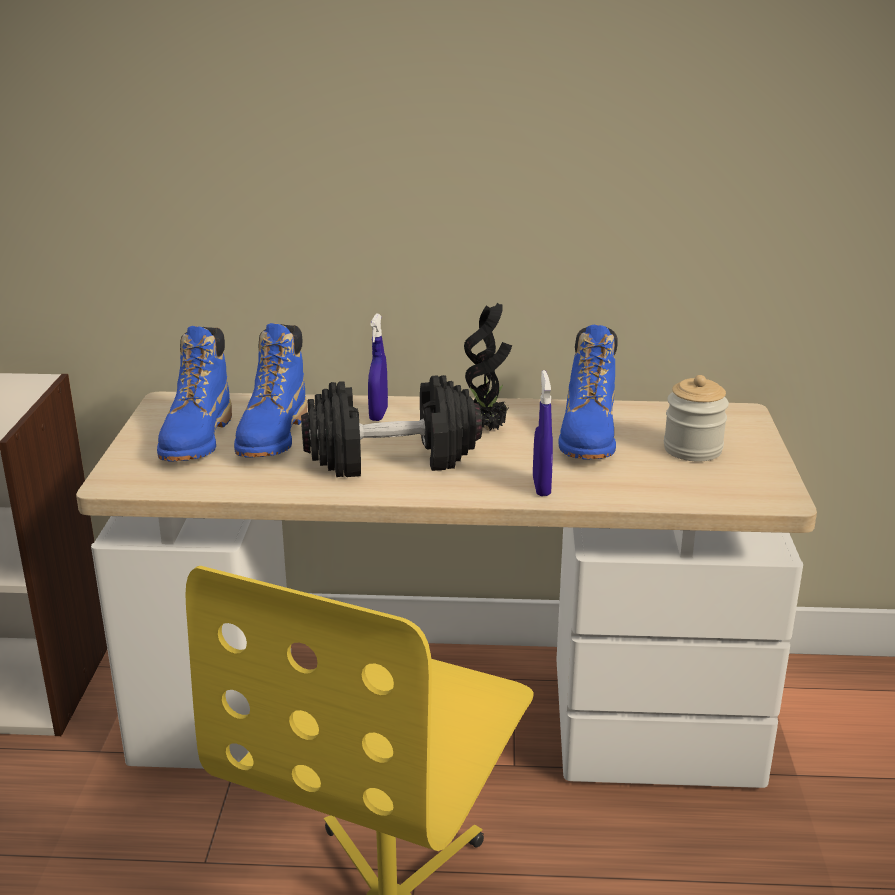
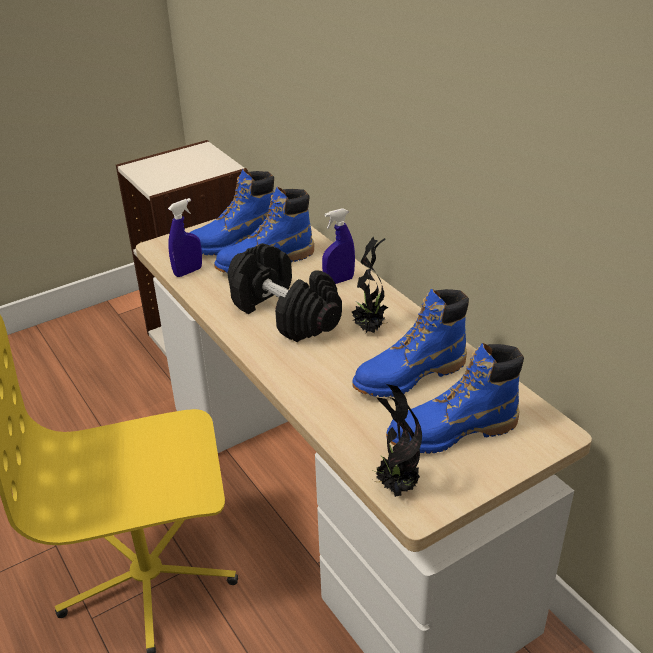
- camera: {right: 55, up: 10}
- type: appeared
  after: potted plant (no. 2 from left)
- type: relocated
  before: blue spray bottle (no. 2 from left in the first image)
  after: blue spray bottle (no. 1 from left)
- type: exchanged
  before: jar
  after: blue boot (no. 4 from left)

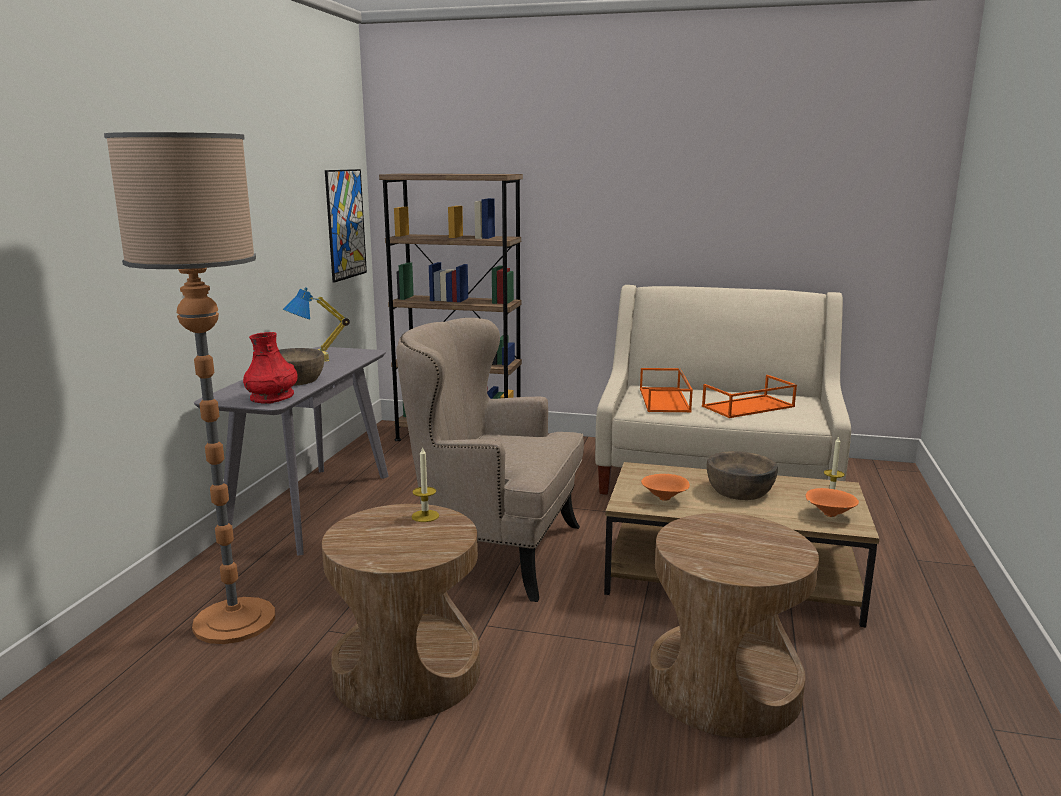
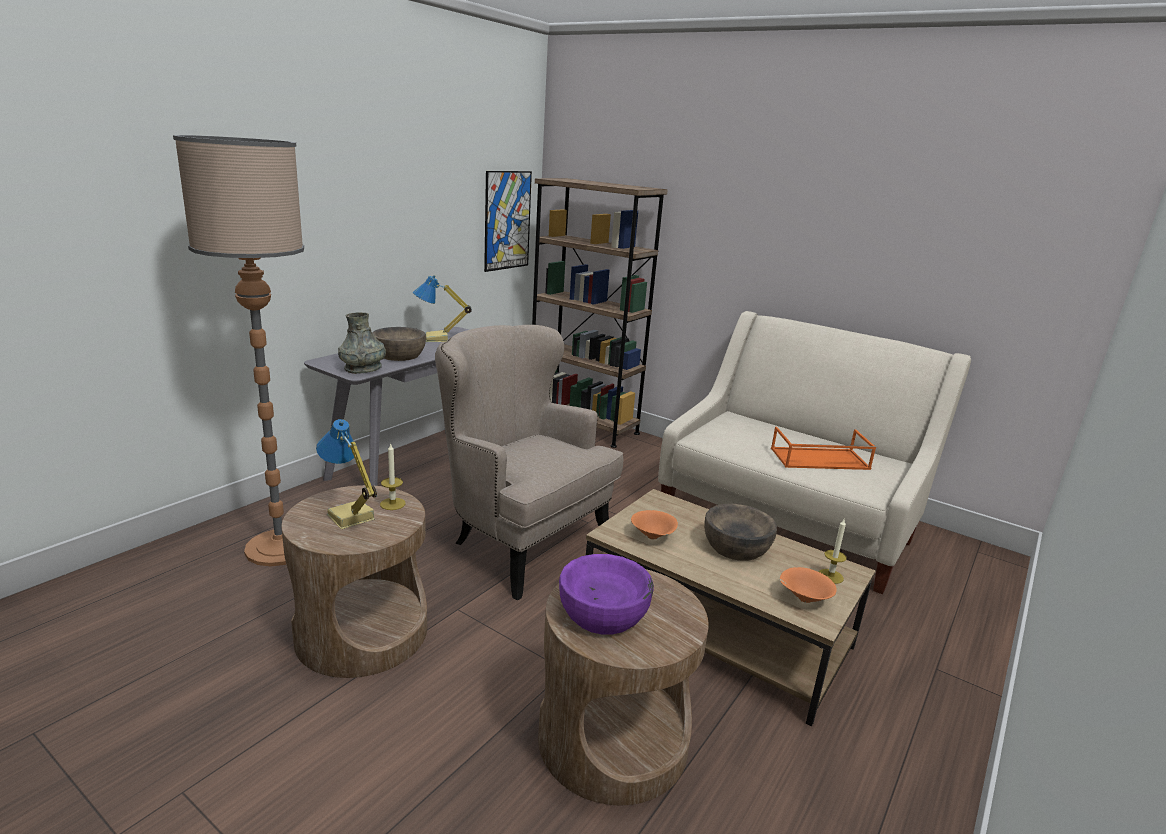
- camera: {right: 20, up: 5}
- type: missing
  before: orange tray (no. 1 from left)
- type: appeared
  after: table lamp (no. 1 from left)
- type: appeared
  after: purple bowl
- type: colour
  before: red vase
  after: grey vase

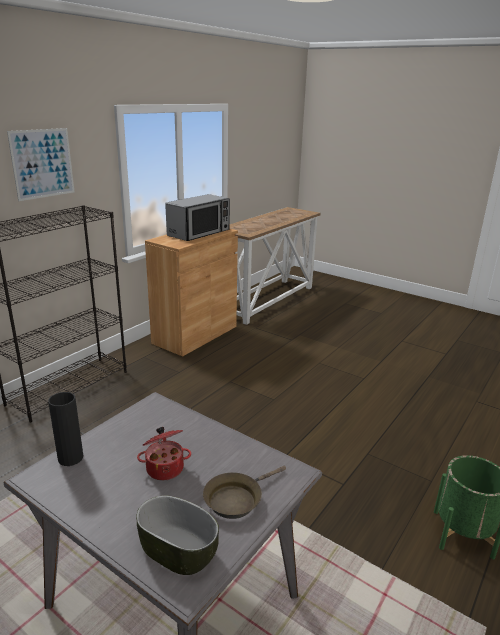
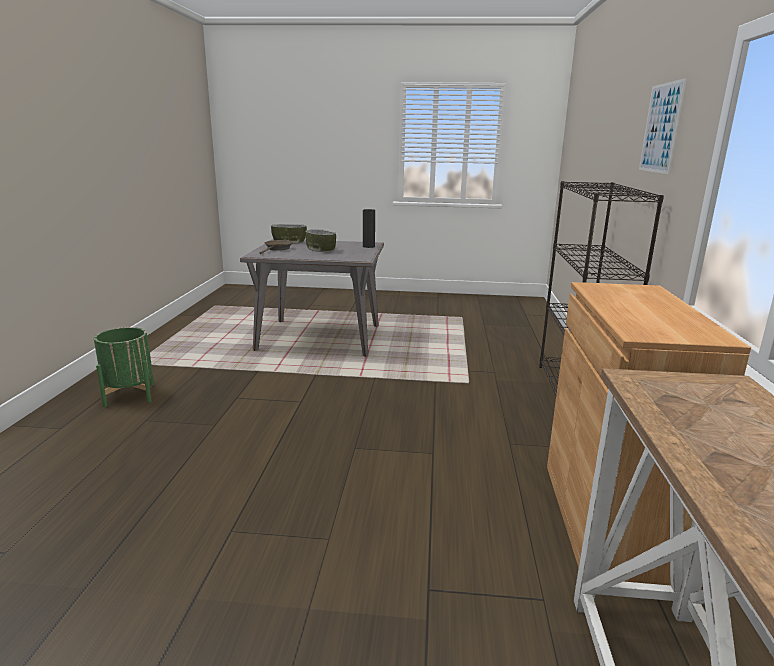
- camera: {right: 150, up: -5}
- type: missing
  before: microwave
- type: exchanged
  before: cooking pot
  after: bowl (no. 2 from left)

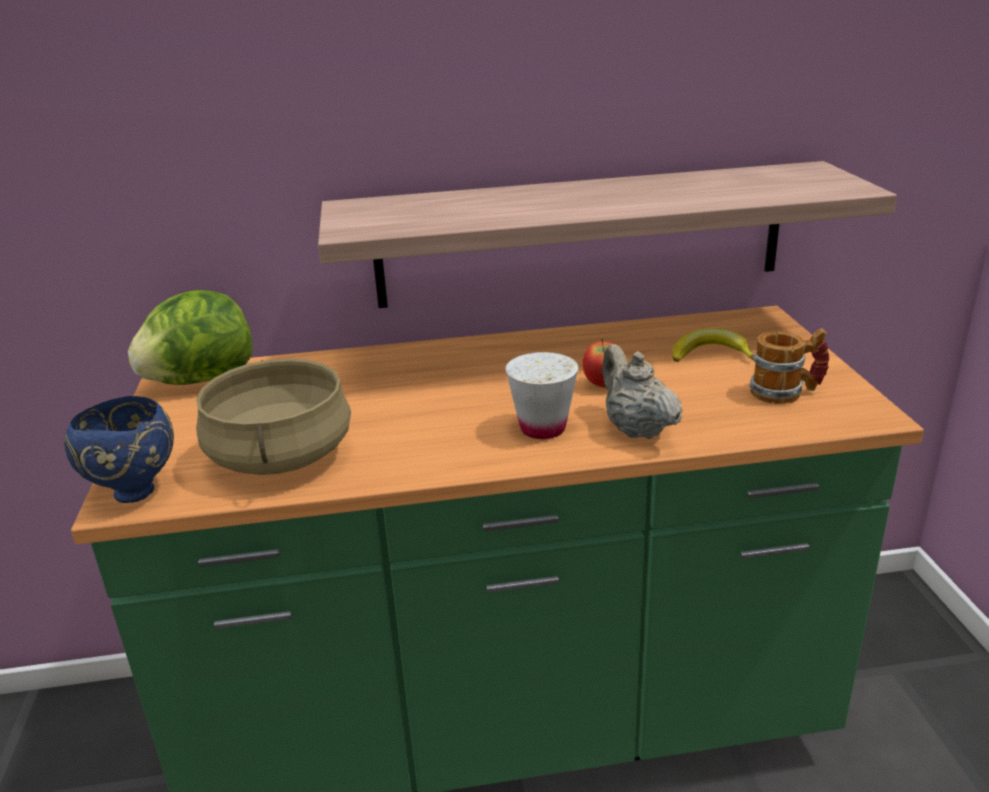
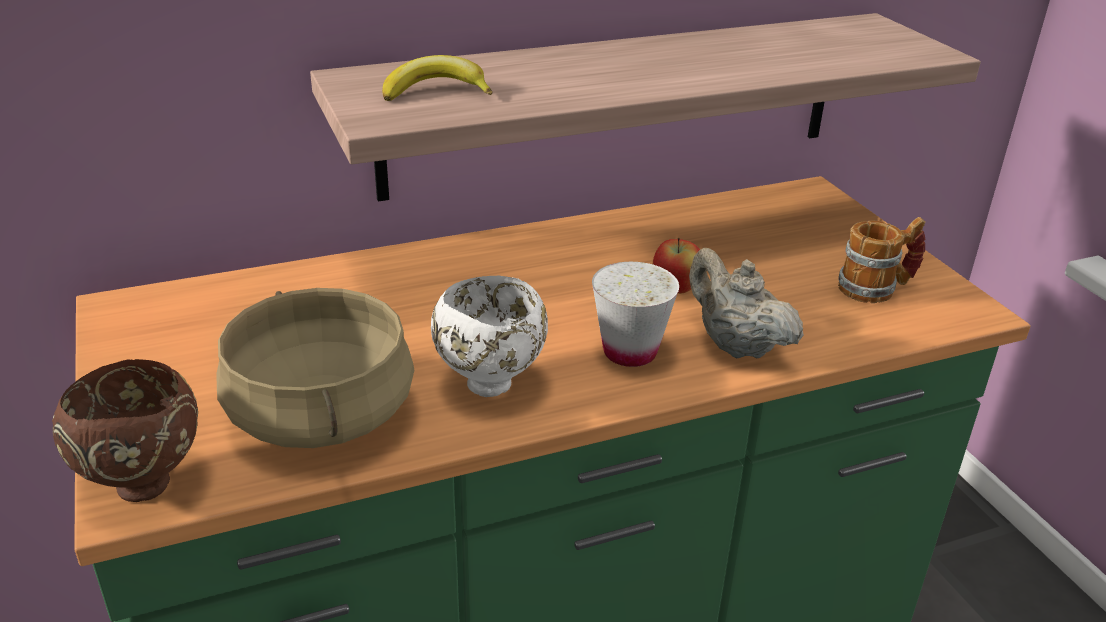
- camera: {right: -15, up: 5}
- type: missing
  before: lettuce
- type: appeared
  after: white bowl
- type: relocated
  before: banana
- type: colour
  before: blue bowl
  after: brown bowl

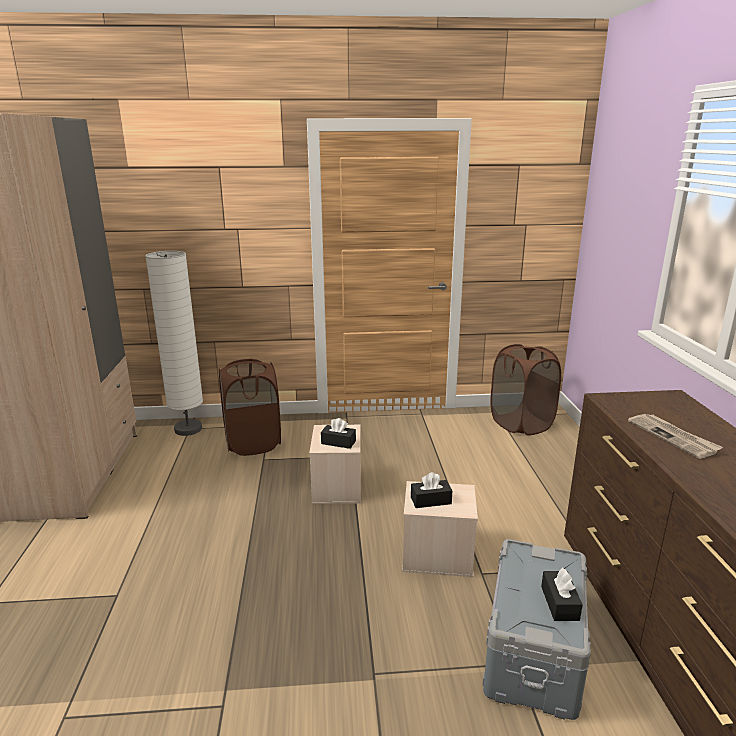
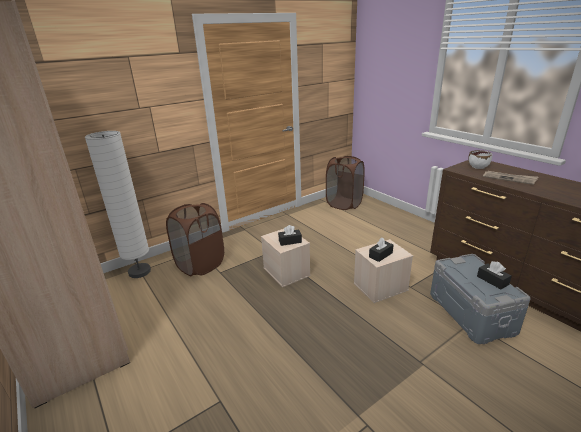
- camera: {right: -30, up: 5}
- type: appeared
  after: white bowl

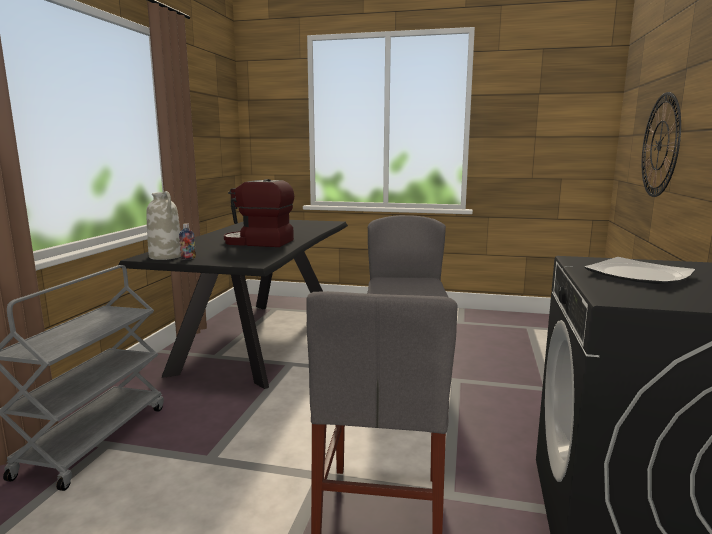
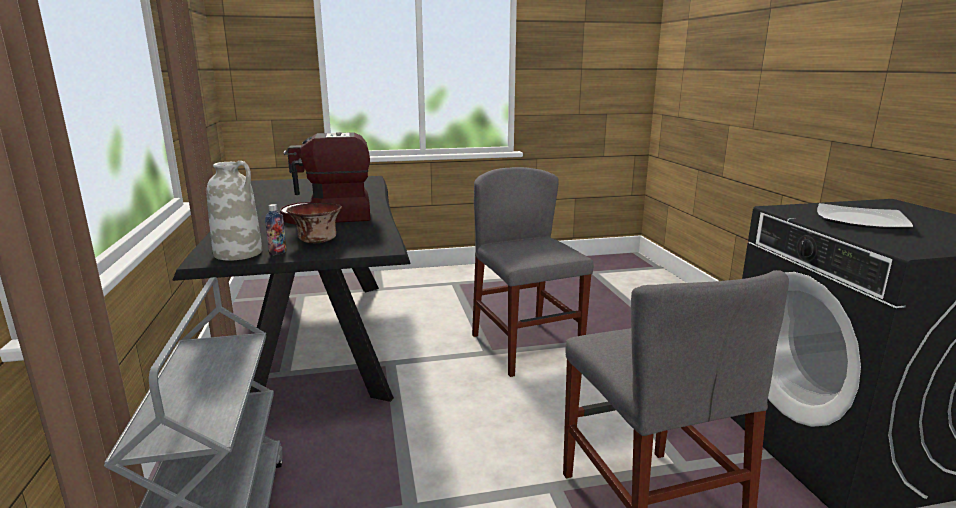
- camera: {right: -25, up: 5}
- type: missing
  before: wall clock
- type: appeared
  after: bowl

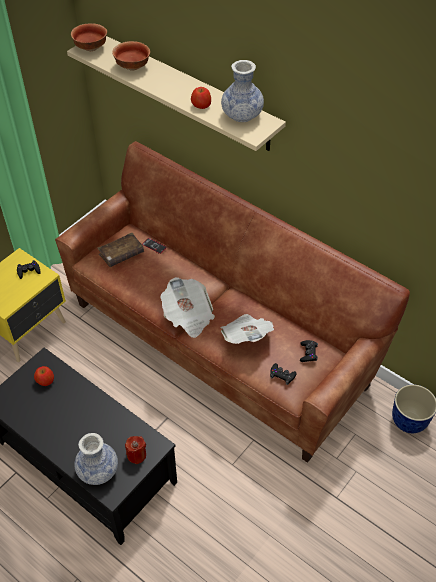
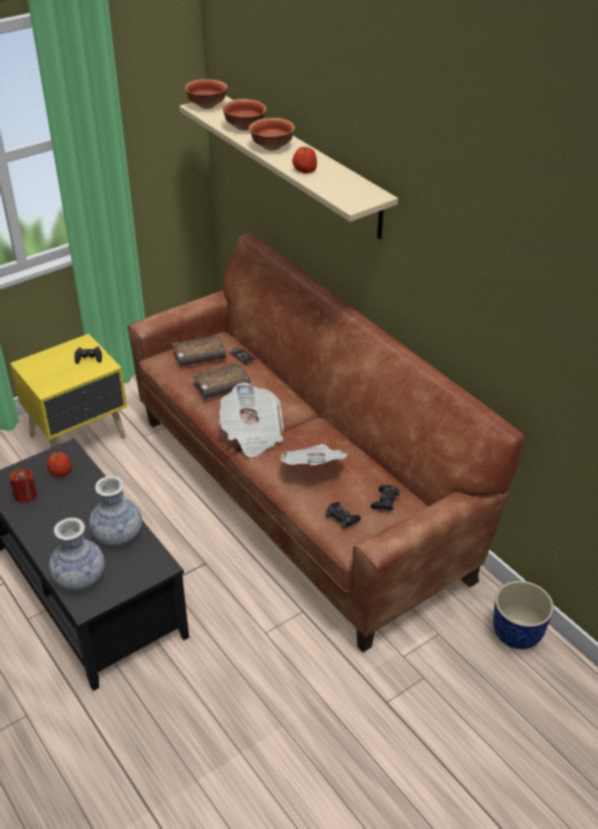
- camera: {right: 15, up: -10}
- type: appeared
  after: brown book (no. 2 from left)
- type: appeared
  after: bowl (no. 3 from left)
- type: relocated
  before: red candle
- type: relocated
  before: vase (no. 2 from left)

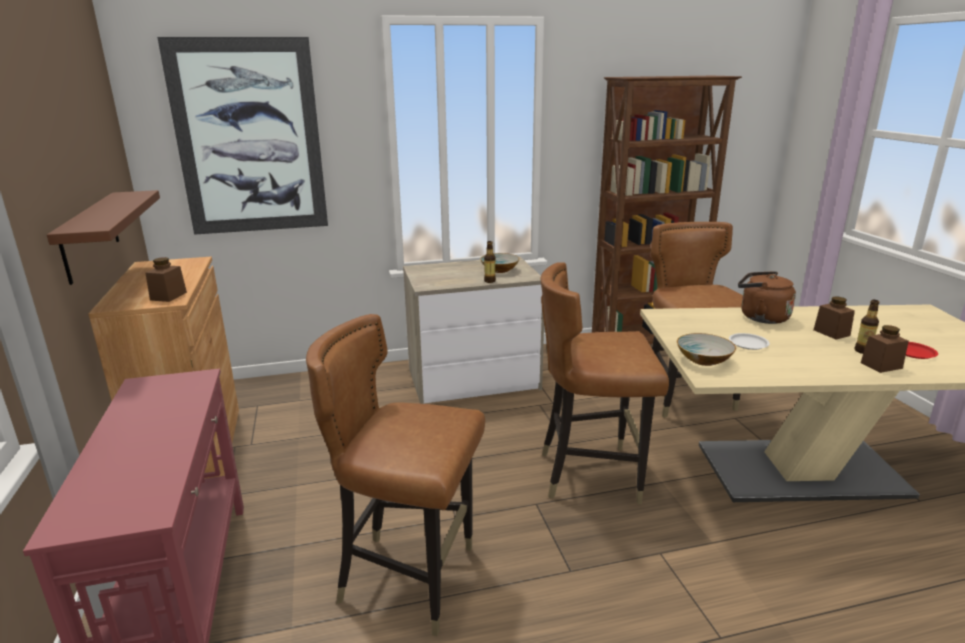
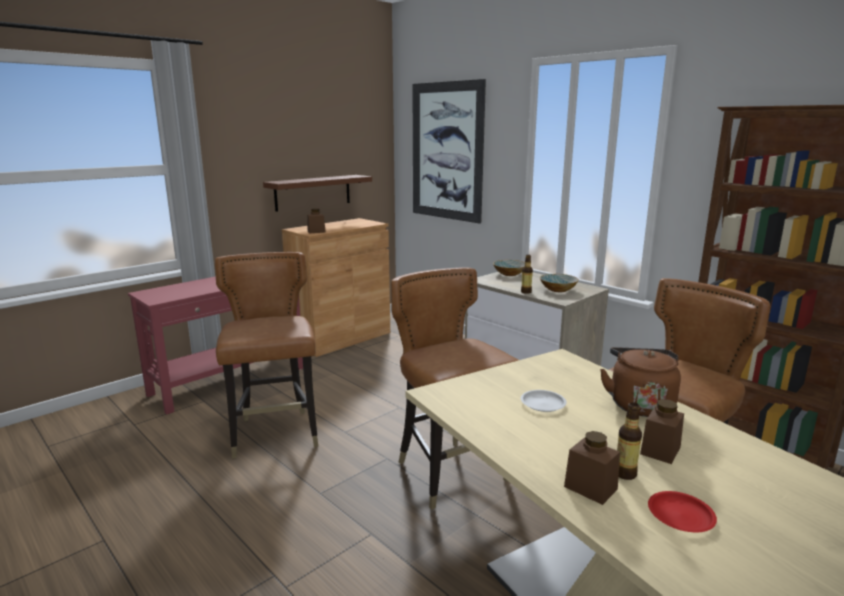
- camera: {right: 60, up: -5}
- type: relocated
  before: bowl (no. 2 from left in the first image)
  after: bowl (no. 1 from left)

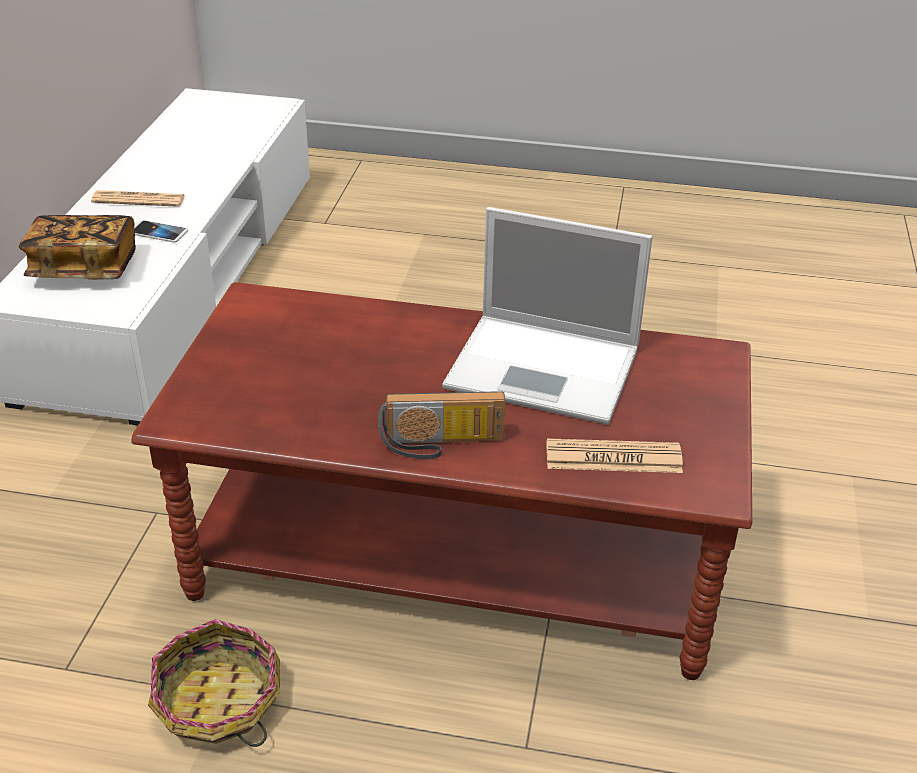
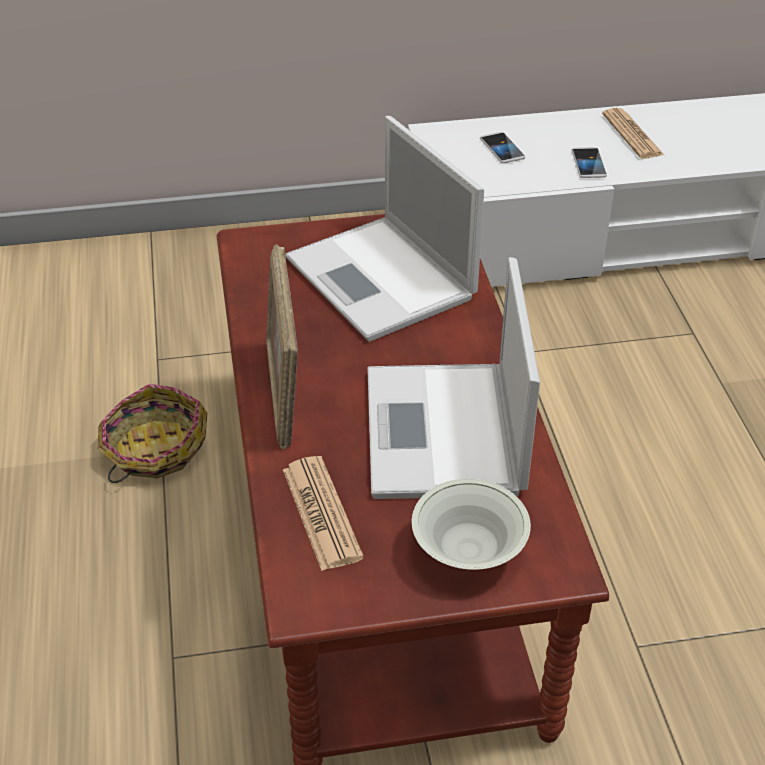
- camera: {right: 70, up: 5}
- type: appeared
  after: laptop (no. 1 from left)
- type: appeared
  after: white bowl
- type: exchanged
  before: book
  after: phone (no. 1 from left)
- type: exchanged
  before: radio
  after: picture frame

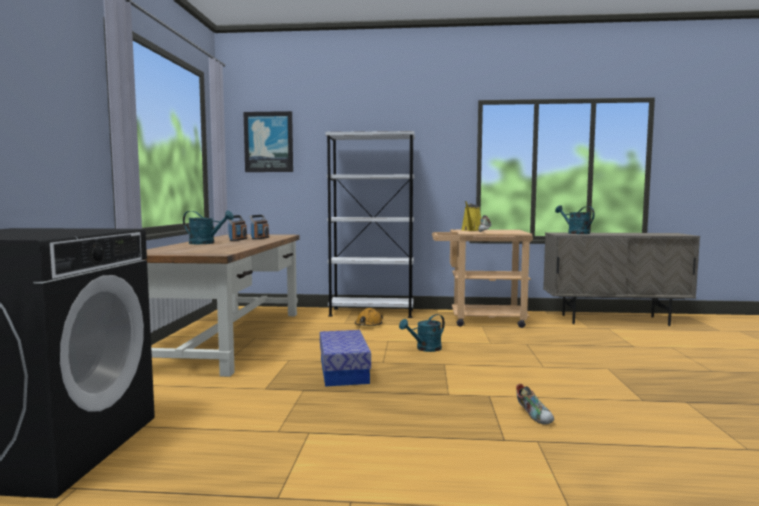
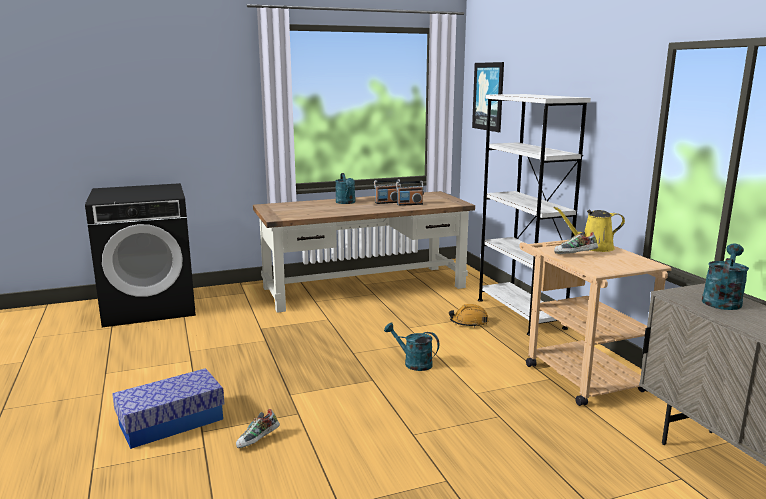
- camera: {right: 65, up: 10}
- type: relocated
  before: storage box

